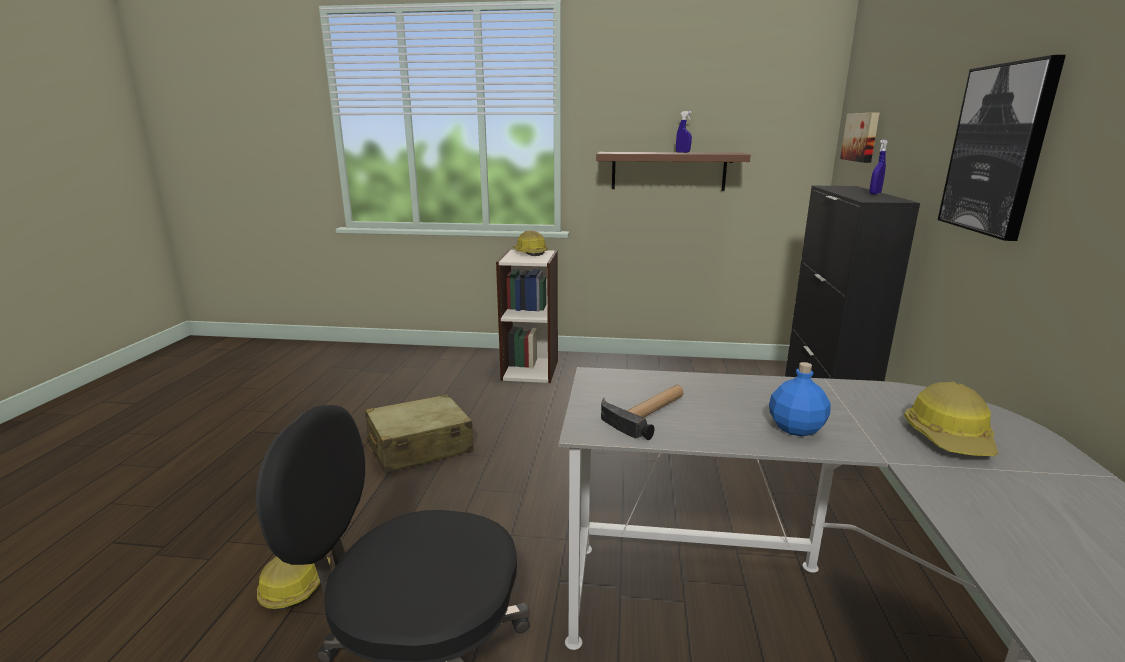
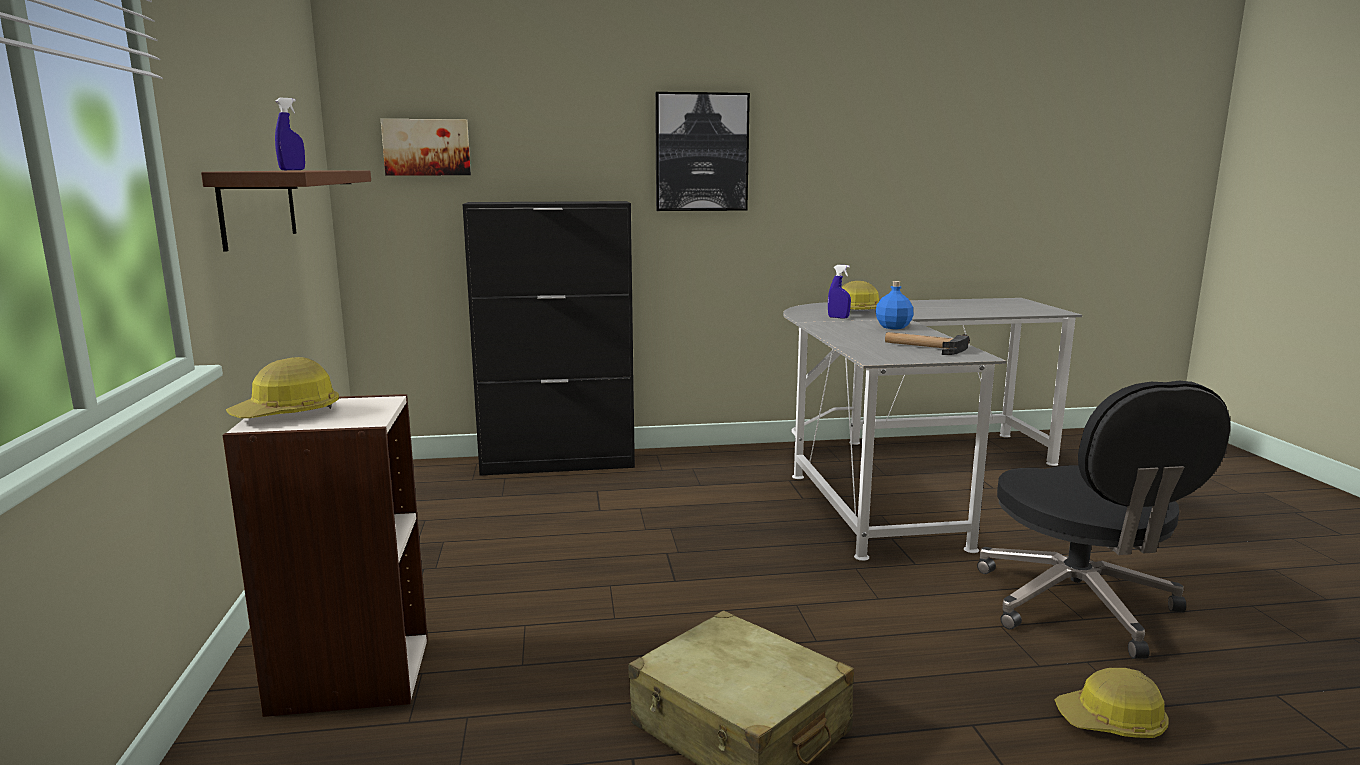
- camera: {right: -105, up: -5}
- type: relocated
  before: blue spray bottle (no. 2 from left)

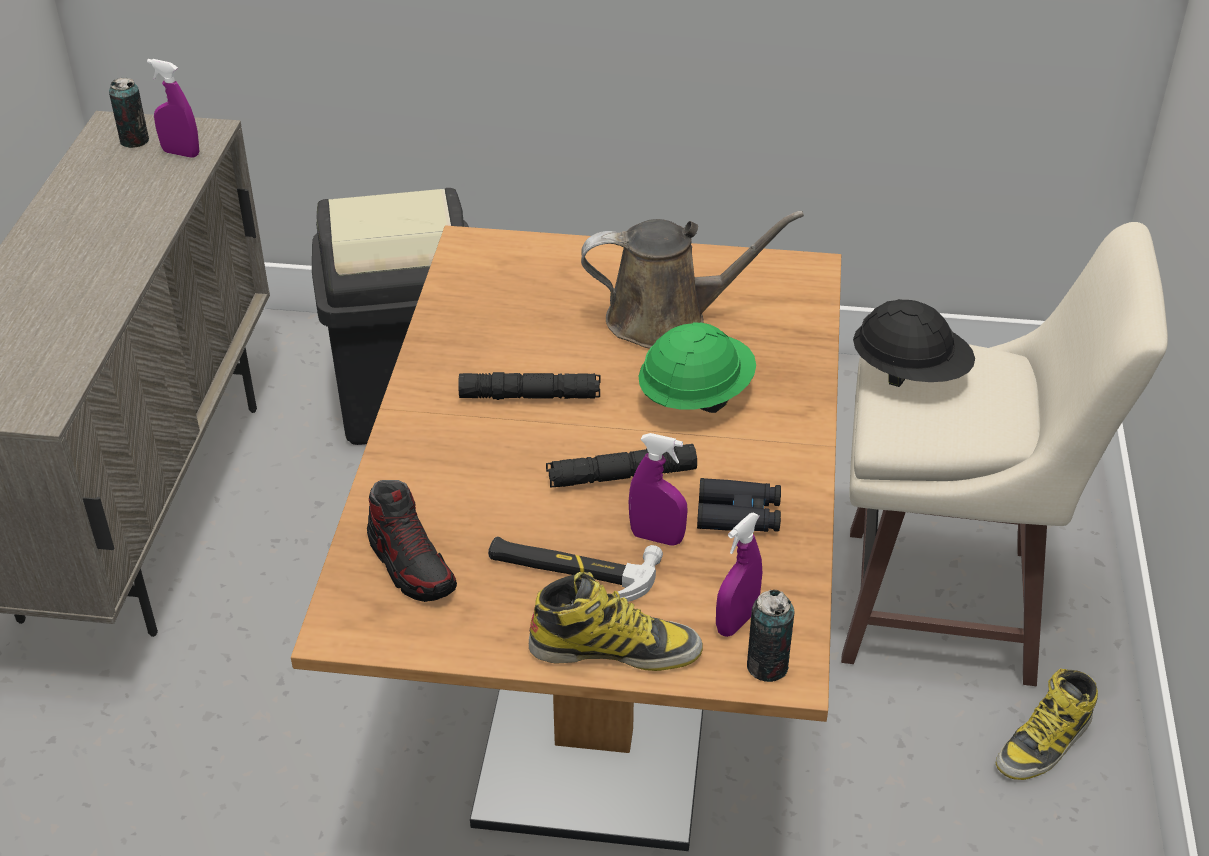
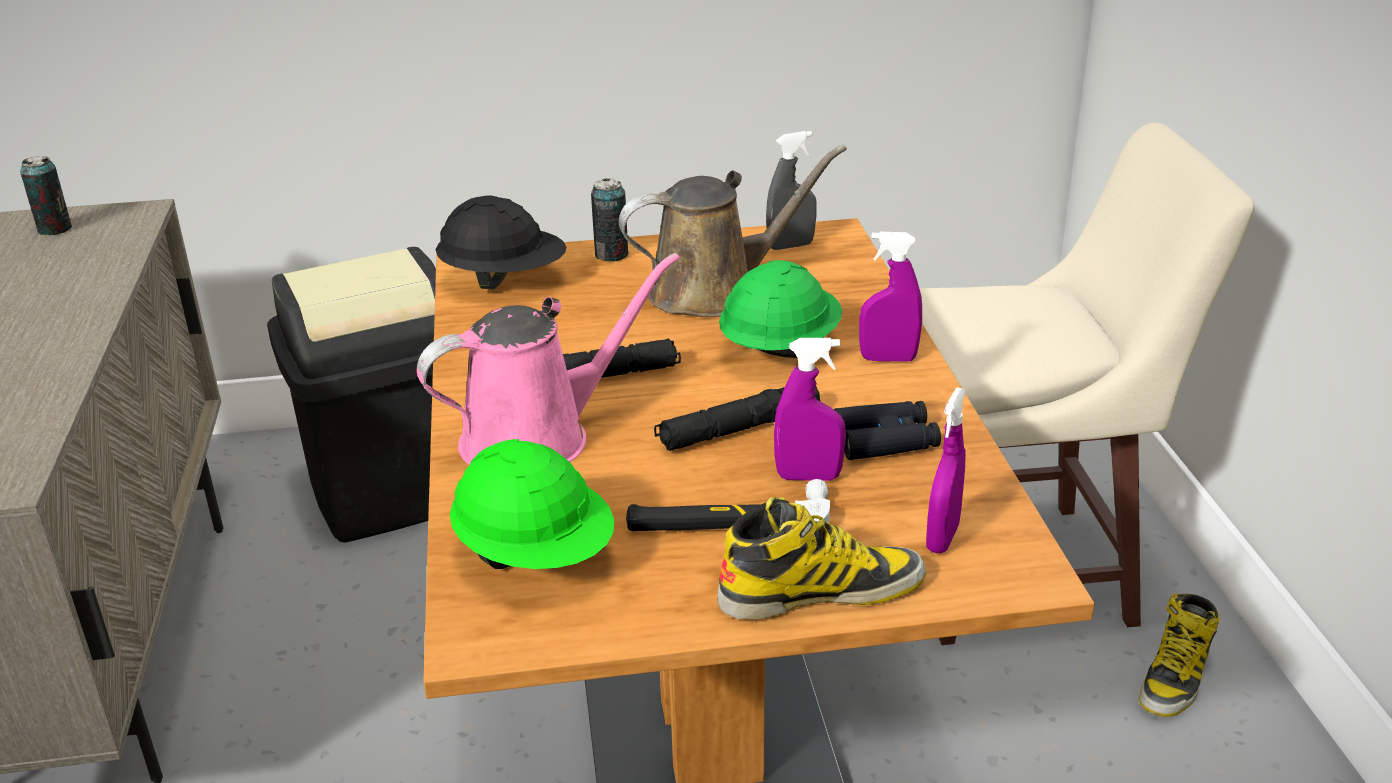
- camera: {right: -15, up: -10}
- type: appeared
  after: pink watering can
- type: appeared
  after: grey spray bottle
- type: relocated
  before: purple spray bottle (no. 1 from left in the first image)
  after: purple spray bottle (no. 2 from left)
- type: relocated
  before: can (no. 2 from left)
- type: relocated
  before: black hard hat
- type: exchanged
  before: shoe
  after: green hard hat (no. 1 from left)

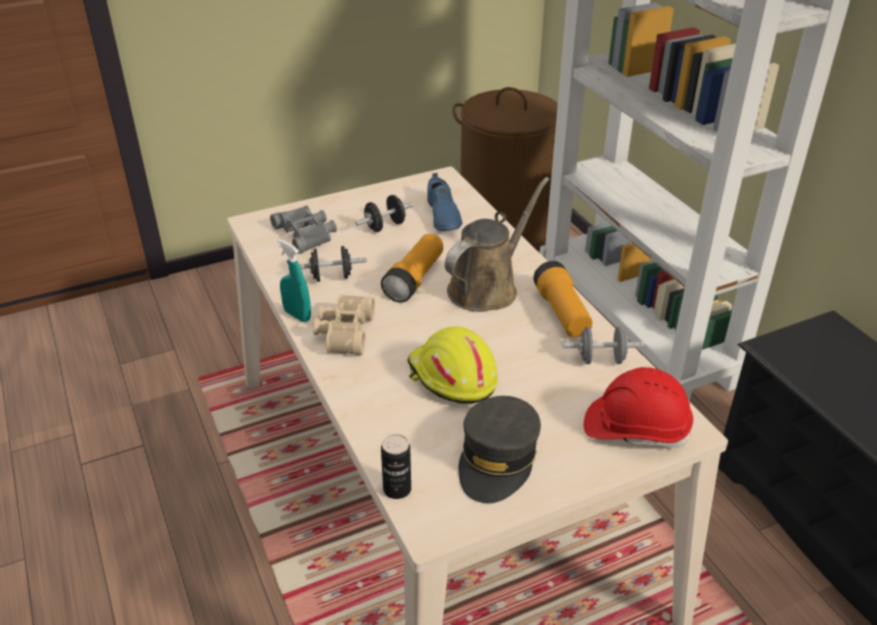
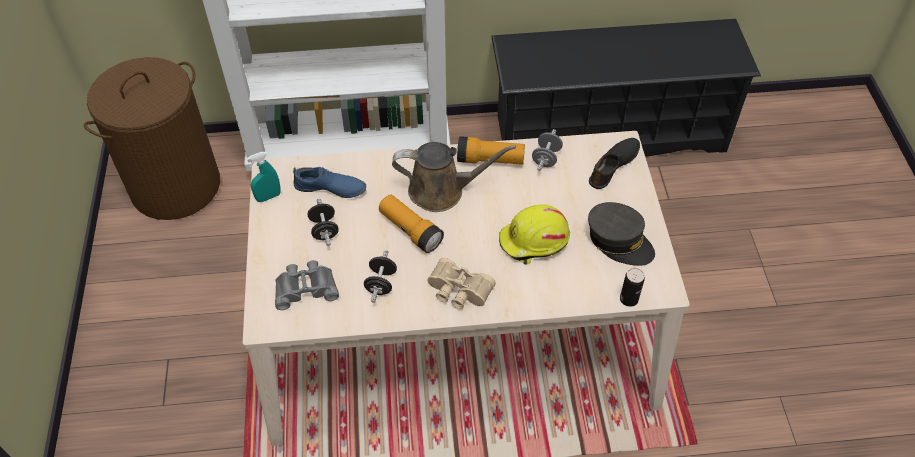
- camera: {right: -70, up: 15}
- type: relocated
  before: turquoise spray bottle
- type: exchanged
  before: red hard hat
  after: black shoe
- type: spun
  before: brown watering can
  turn: 120

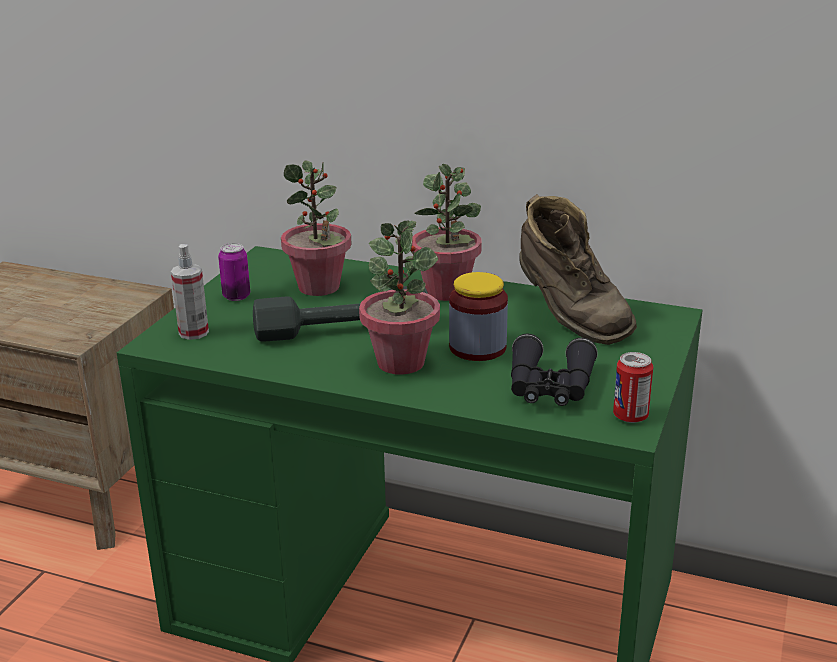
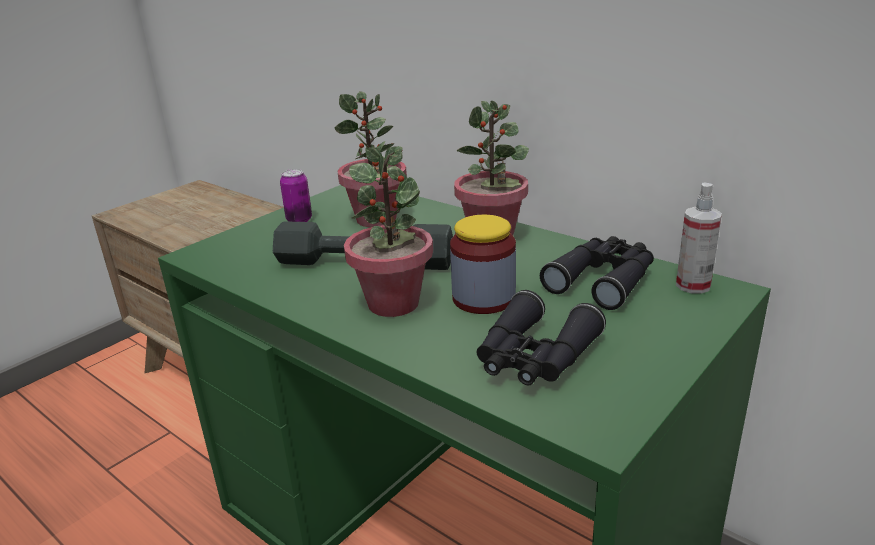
- camera: {right: 20, up: 0}
- type: missing
  before: can (no. 2 from left)
- type: relocated
  before: spray bottle
- type: exchanged
  before: brown boot
  after: black binoculars (no. 2 from left)

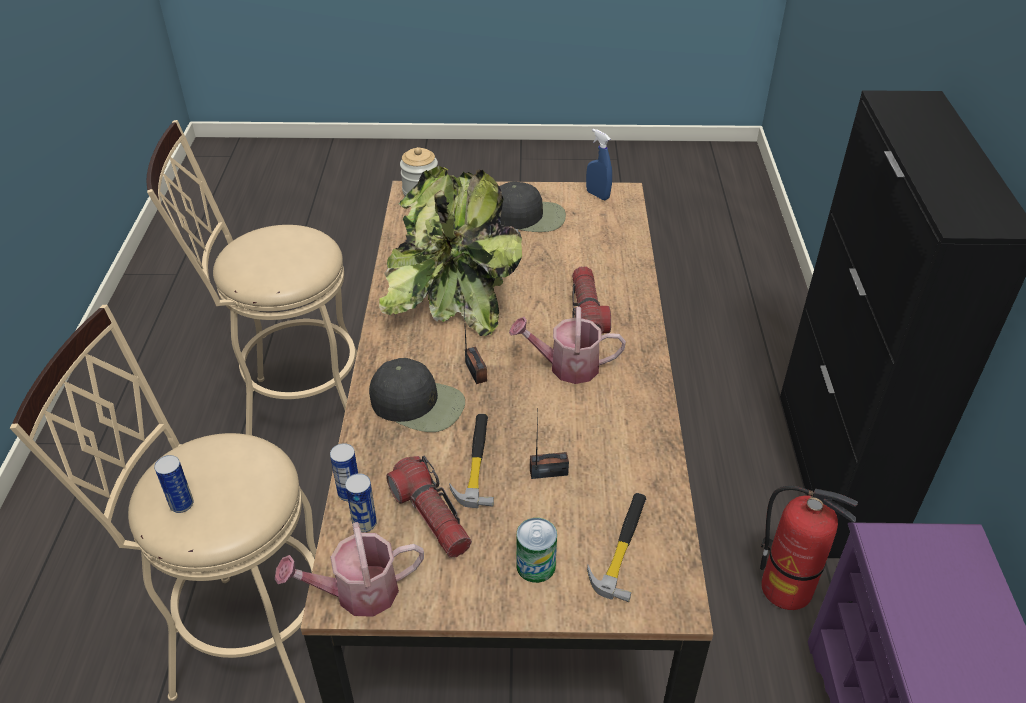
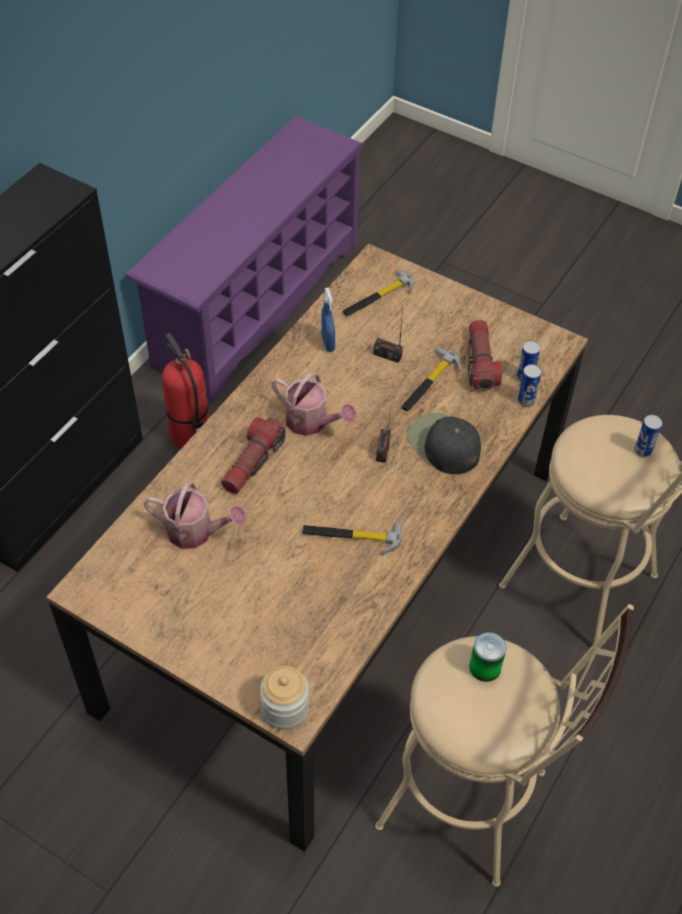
- camera: {right: -150, up: 10}
- type: missing
  before: black cap (no. 2 from left)
- type: relocated
  before: watering can (no. 1 from left)
- type: relocated
  before: can (no. 4 from left in the first image)
  after: can (no. 1 from left)
- type: relocated
  before: blue spray bottle
- type: exchanged
  before: potted plant
  after: hammer (no. 1 from left)

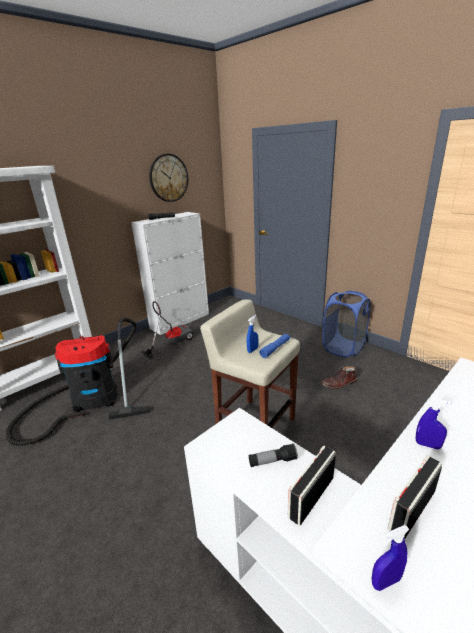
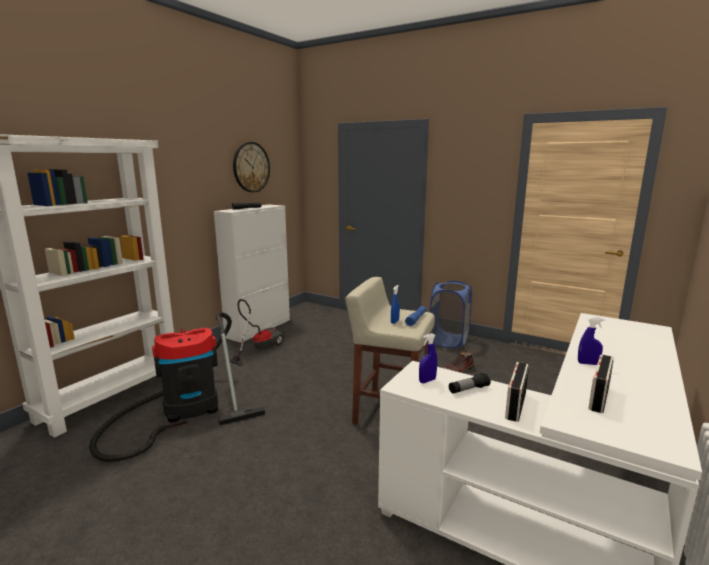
- camera: {right: -15, up: -10}
- type: relocated
  before: blue spray bottle (no. 2 from left)

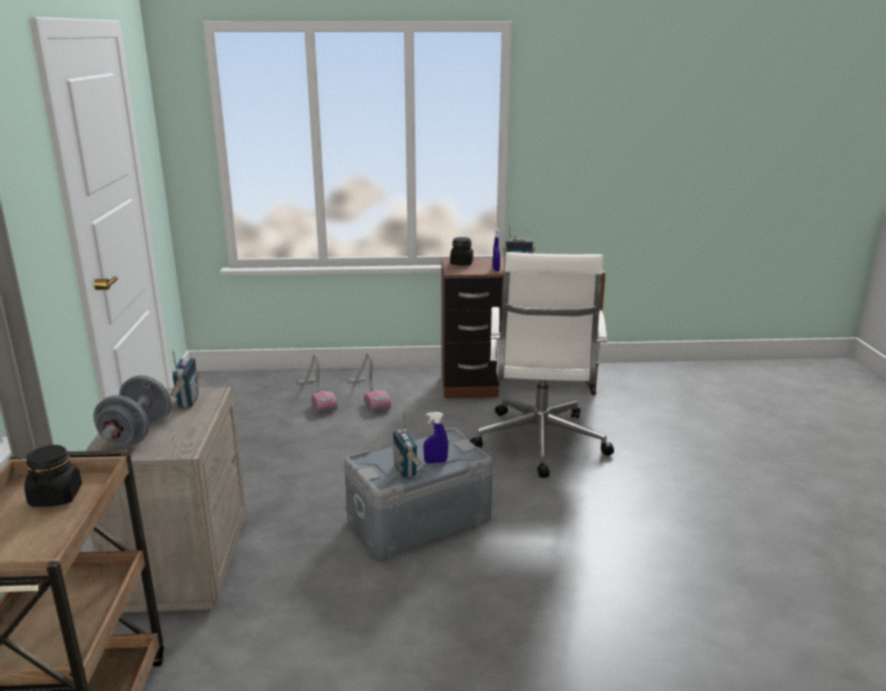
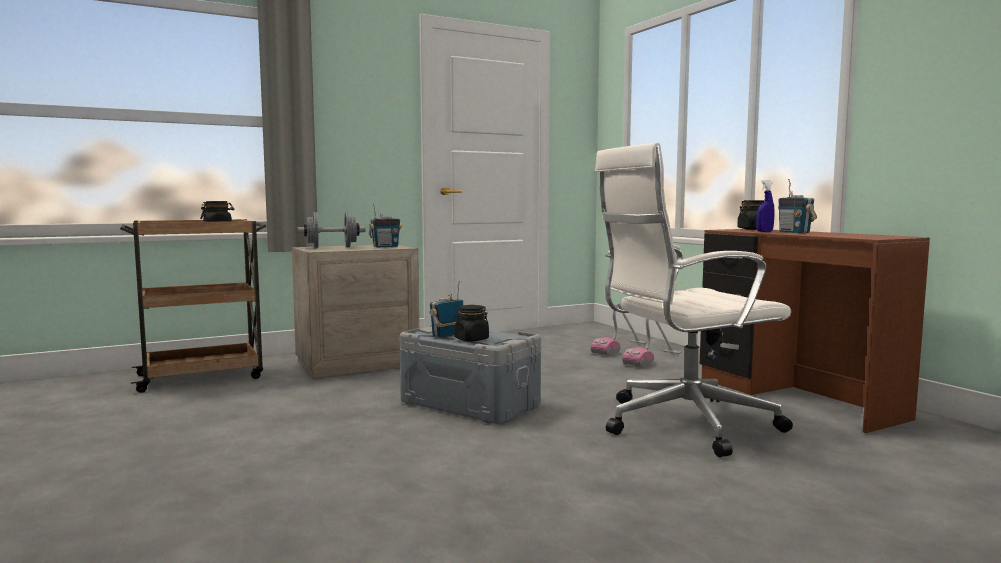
- camera: {right: 65, up: -15}
- type: exchanged
  before: blue spray bottle (no. 1 from left)
  after: black jar (no. 2 from left)

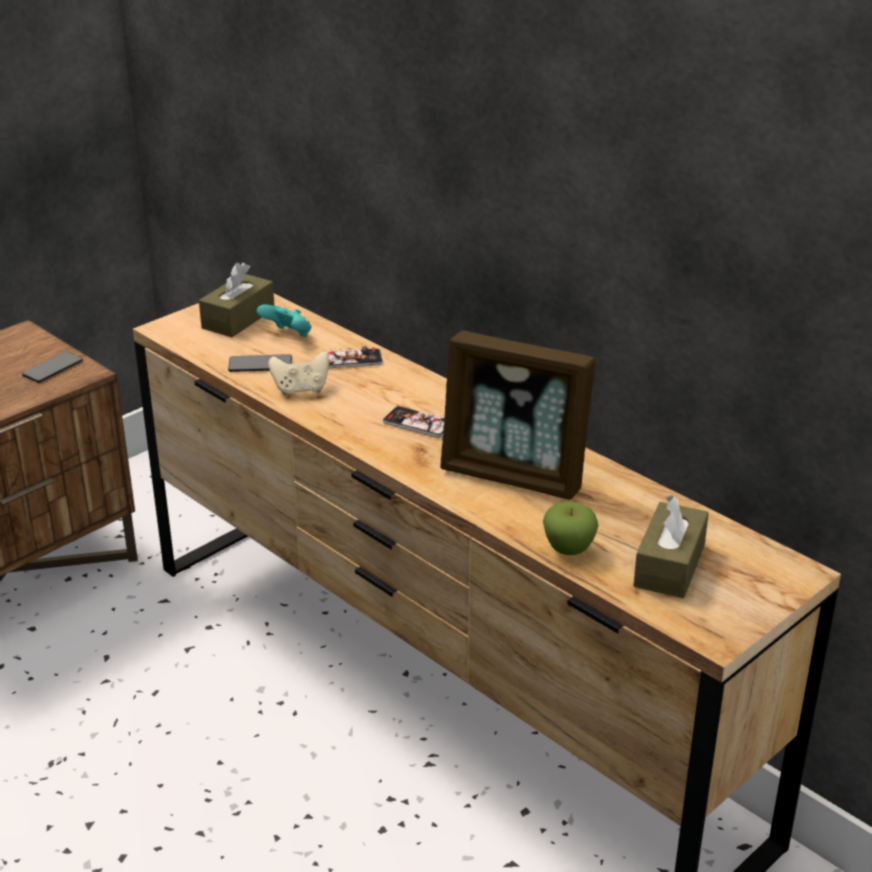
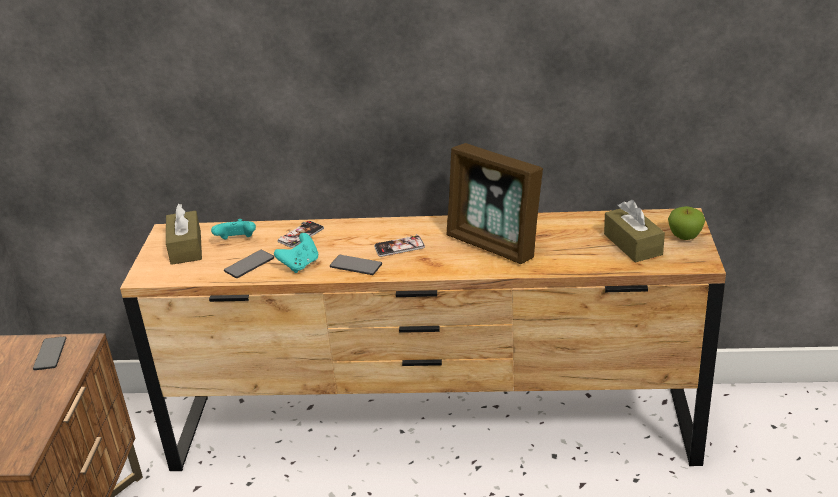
- camera: {right: -40, up: 0}
- type: appeared
  after: phone (no. 4 from left)
- type: relocated
  before: apple
- type: colour
  before: beige game controller
  after: turquoise game controller (no. 2 from left)
- type: spun
  before: picture frame
  turn: 60

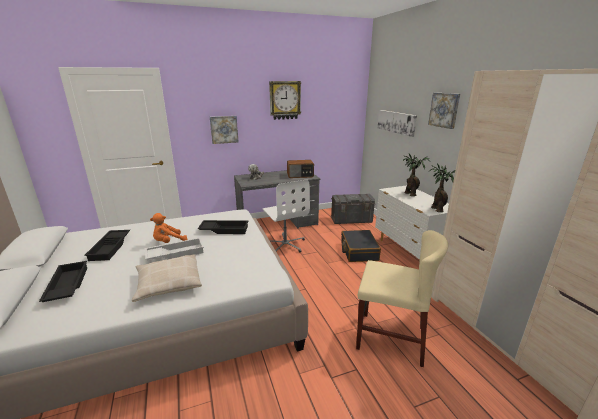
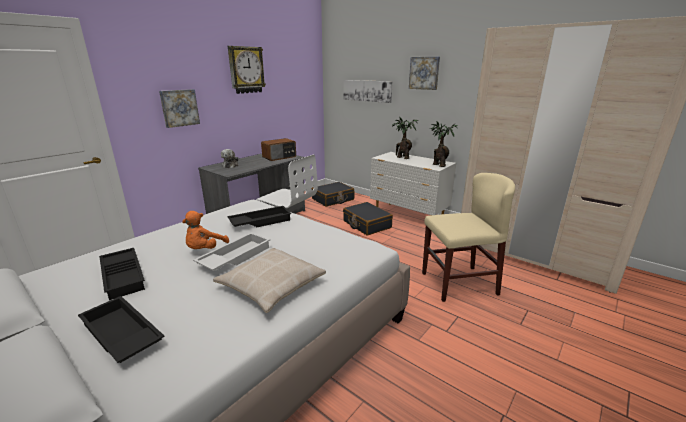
- camera: {right: -30, up: 0}
- type: exchanged
  before: grey storage box
  after: black suitcase (no. 1 from left)

